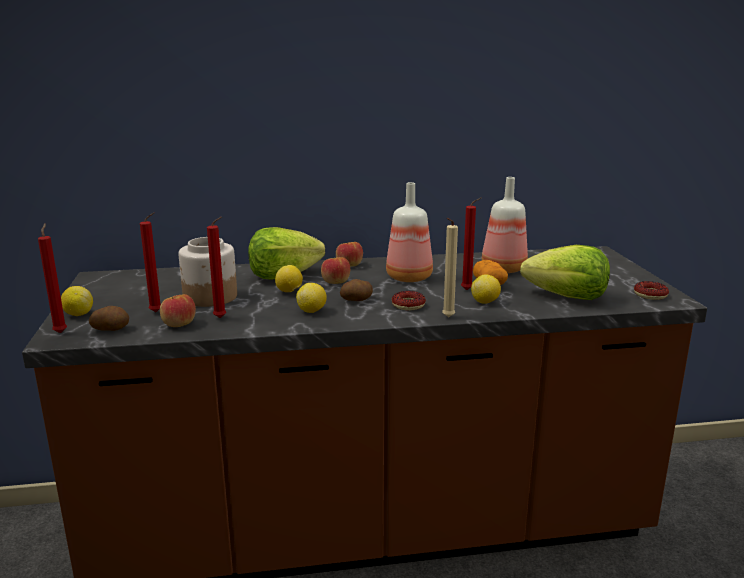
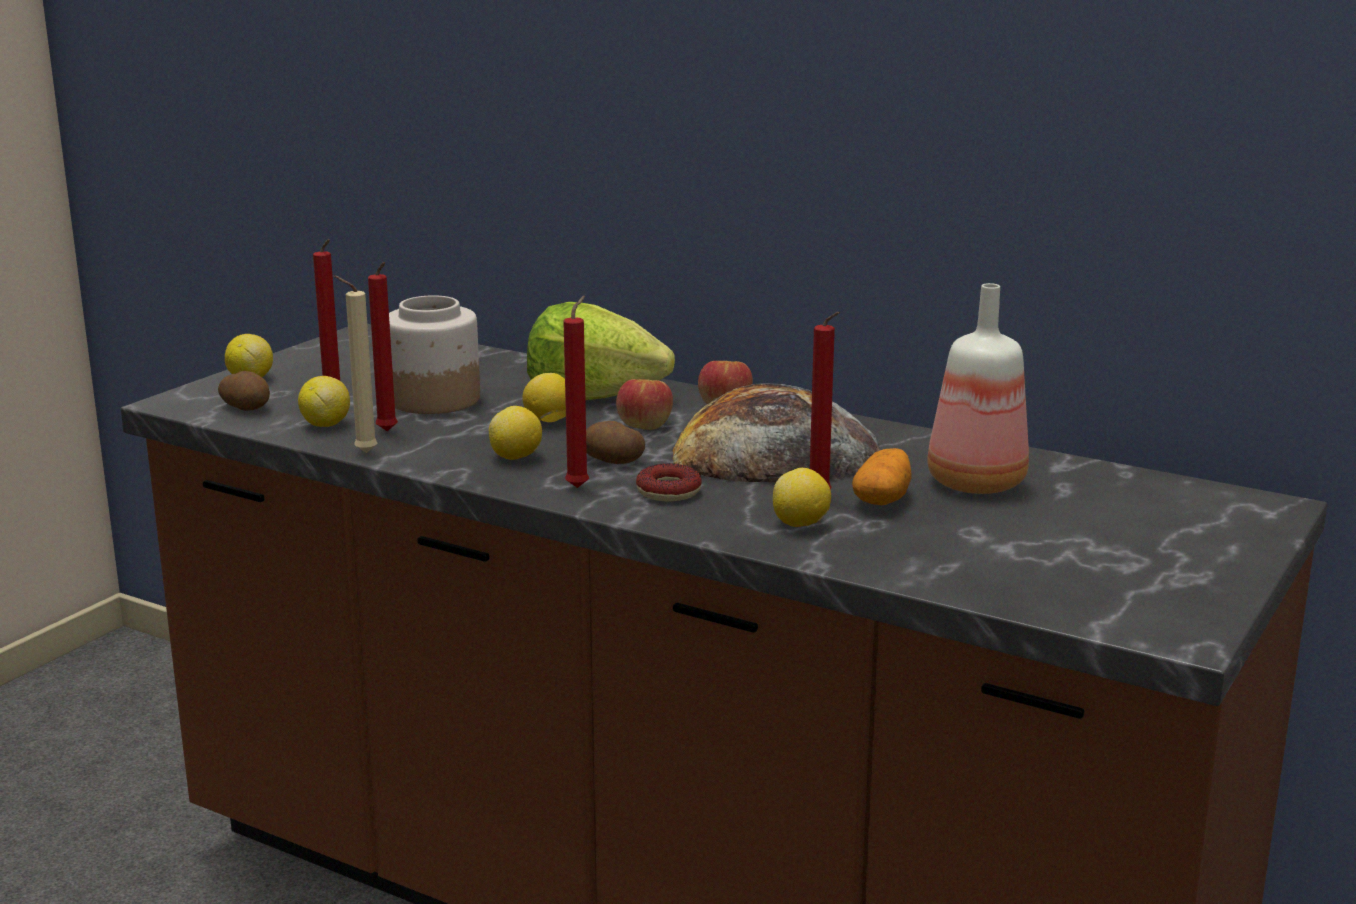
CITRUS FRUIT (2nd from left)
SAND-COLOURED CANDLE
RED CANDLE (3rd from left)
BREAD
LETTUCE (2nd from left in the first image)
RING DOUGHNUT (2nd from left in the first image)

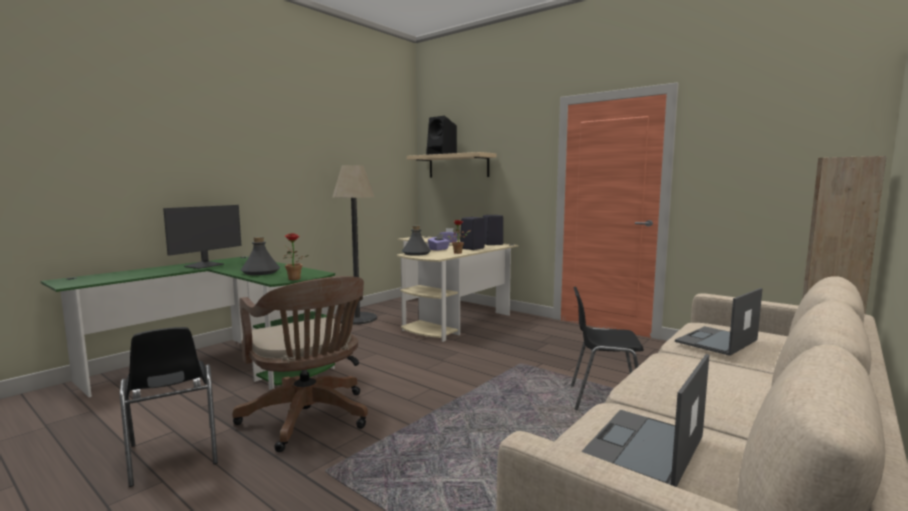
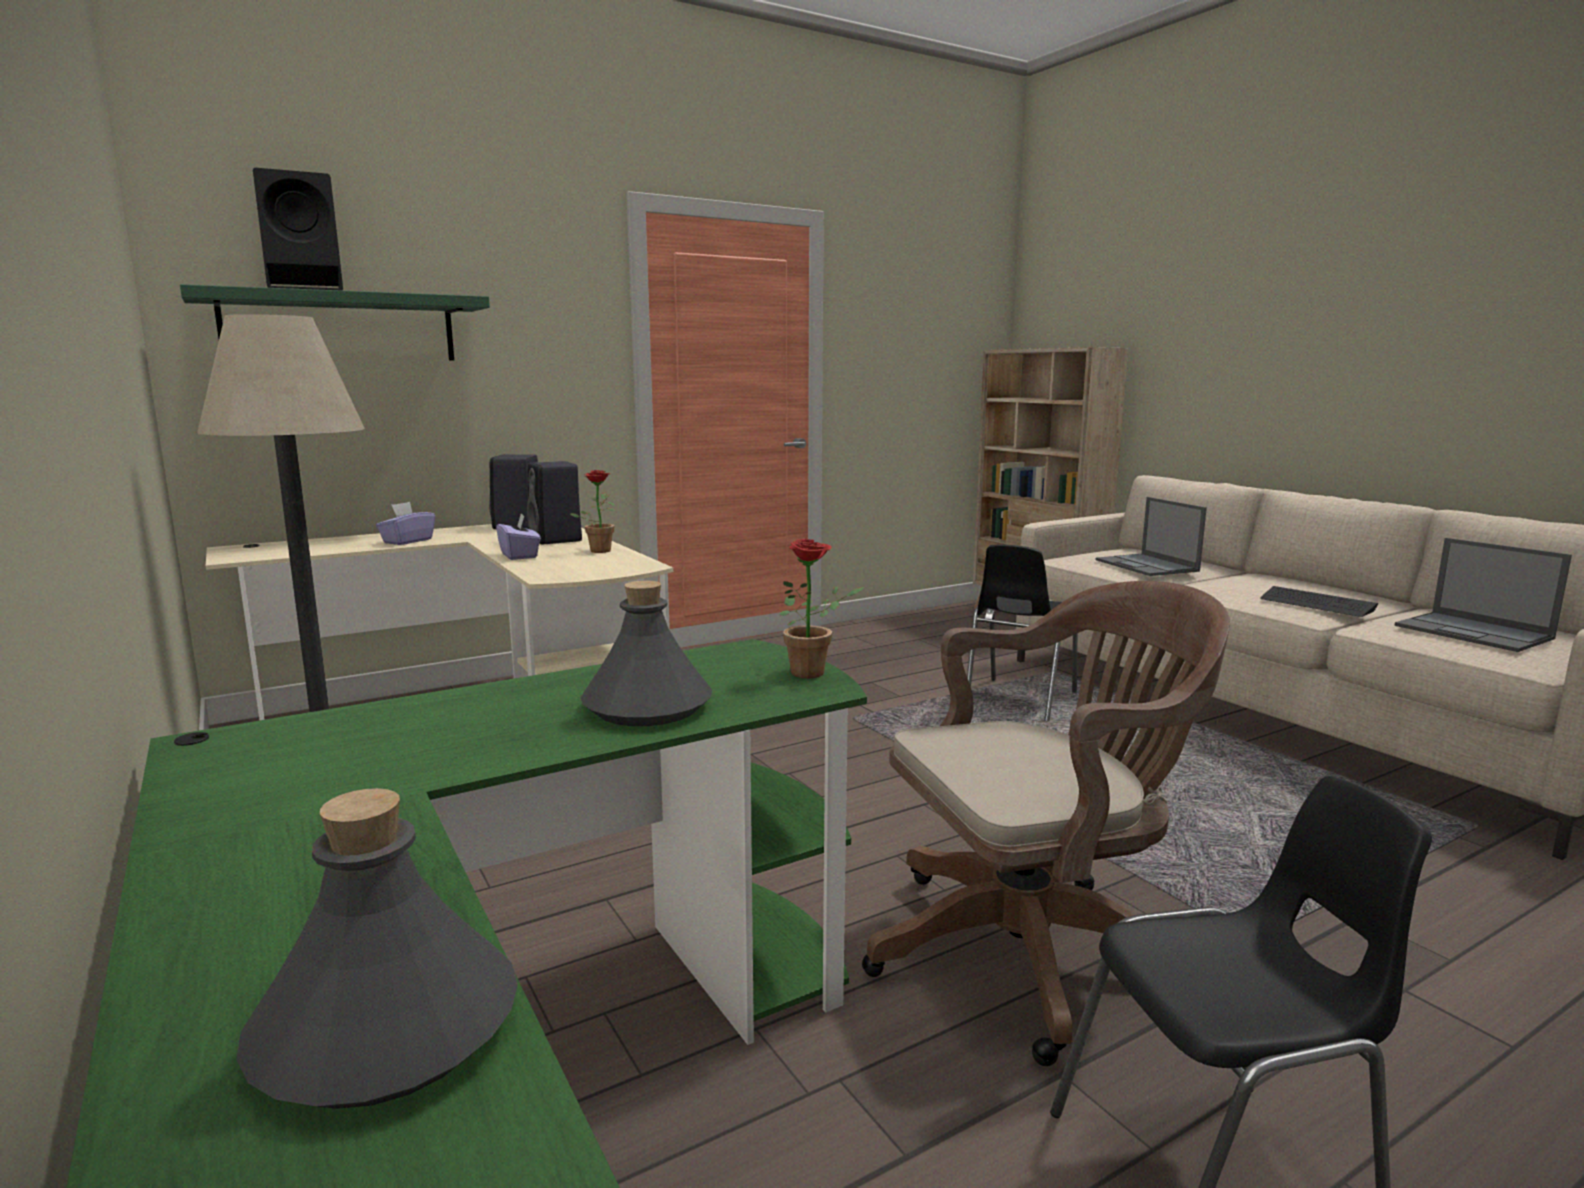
GREEN-COLOURED WALL SHELF
GREYISH BOTTLE (1st from left)
COMPUTER KEYBOARD
COMPUTER SCREEN

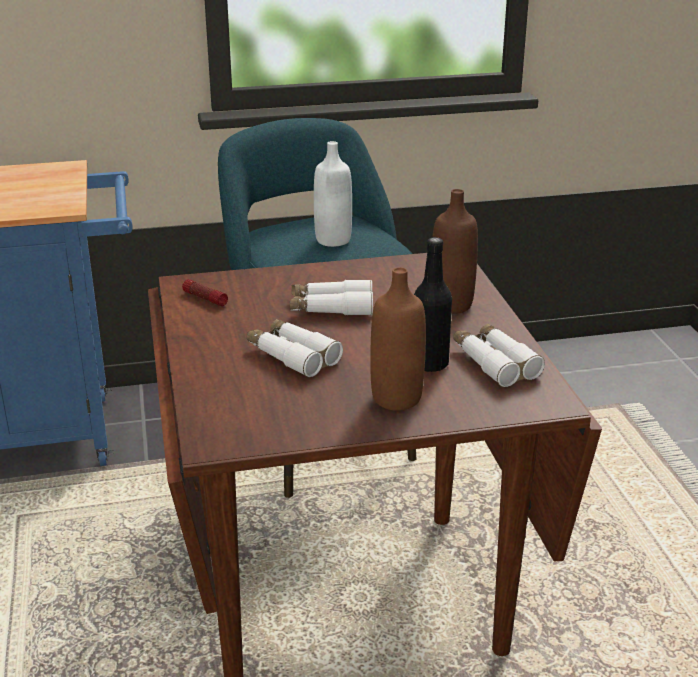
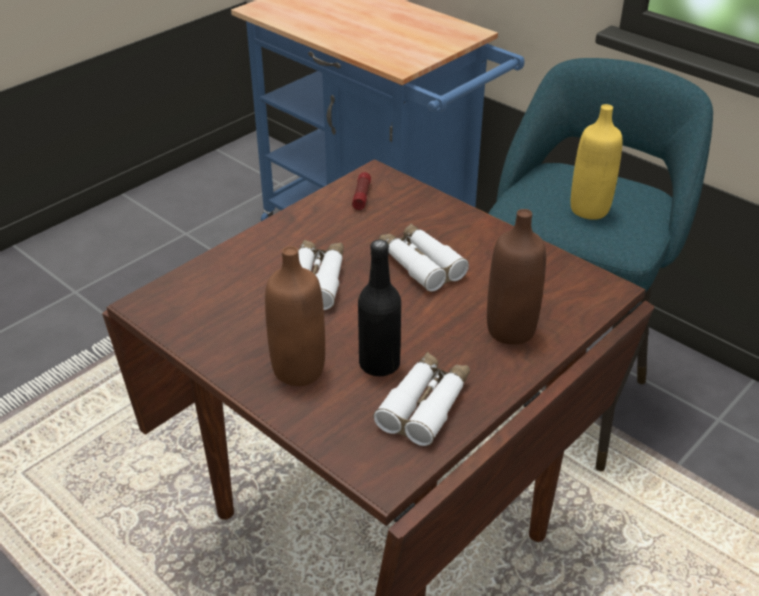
YELLOW-COLOURED BOTTLE

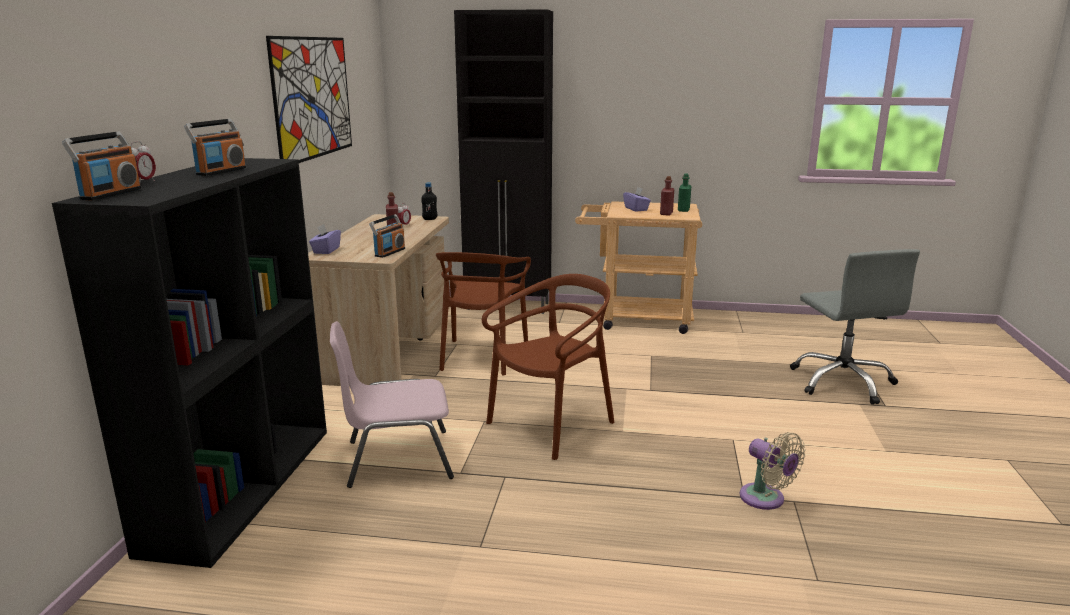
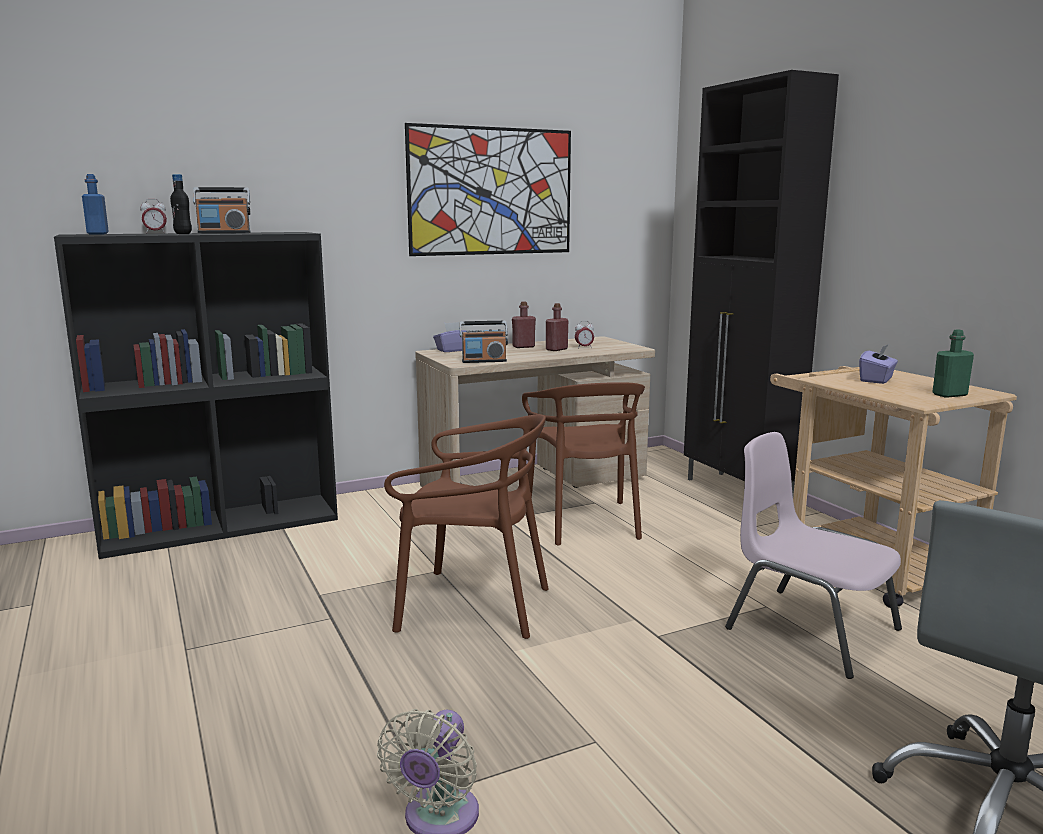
BLUISH BOTTLE
BLACK BOTTLE
RED BOTTLE (1st from left)
BROWN UPRIGHT CHAIR (2nd from left)
PINK UPRIGHT CHAIR

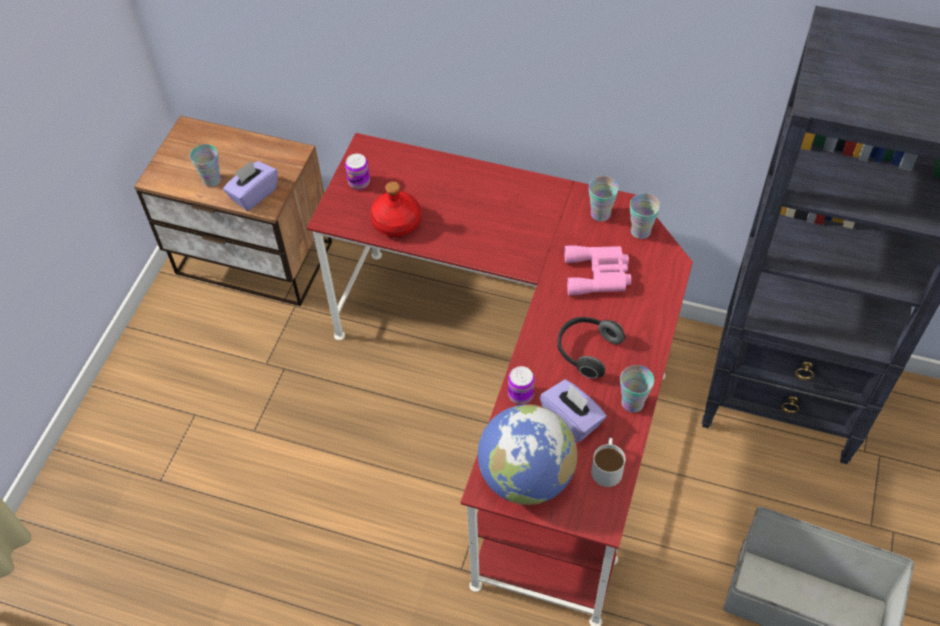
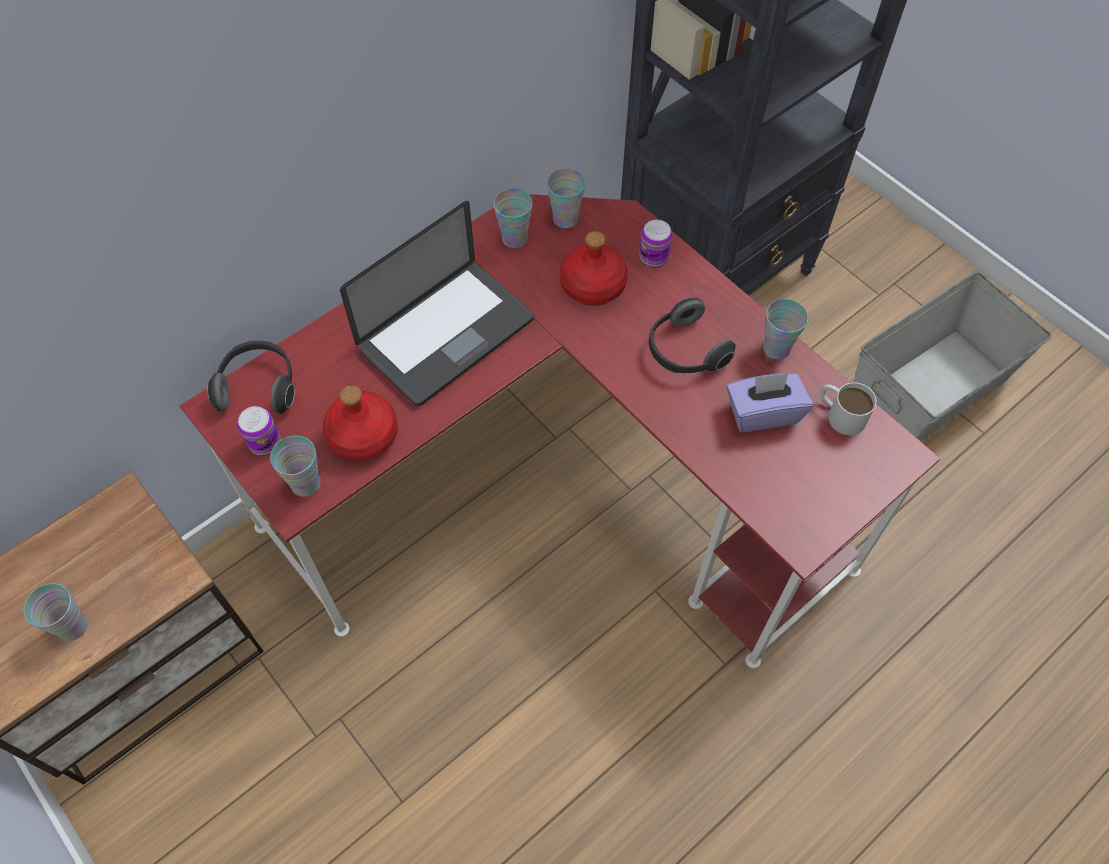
HEADSET (1st from left)
CUP (2nd from left)
PORTABLE COMPUTER
RED BOTTLE (2nd from left)
CAN (2nd from left)
PURPLISH TISSUE BOX (1st from left in the first image)
DESK GLOBE

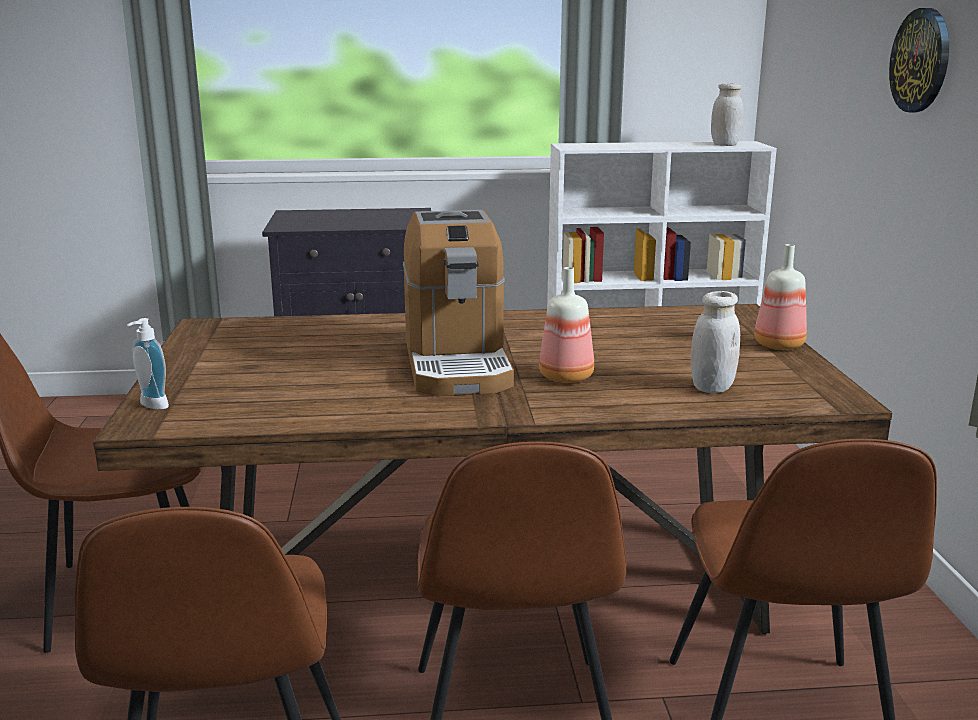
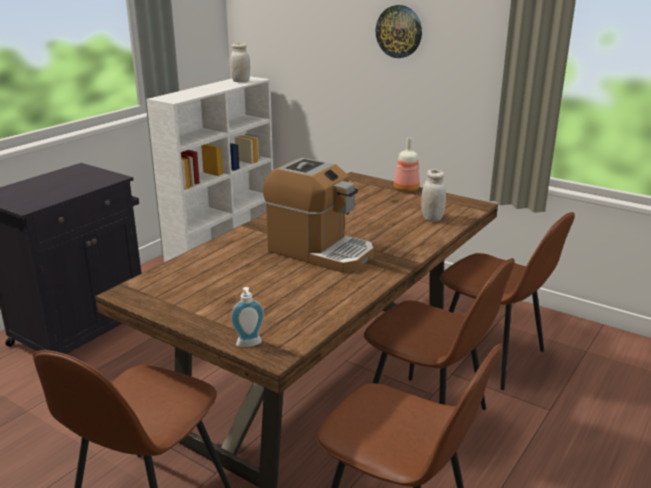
BOTTLE (1st from left in the first image)

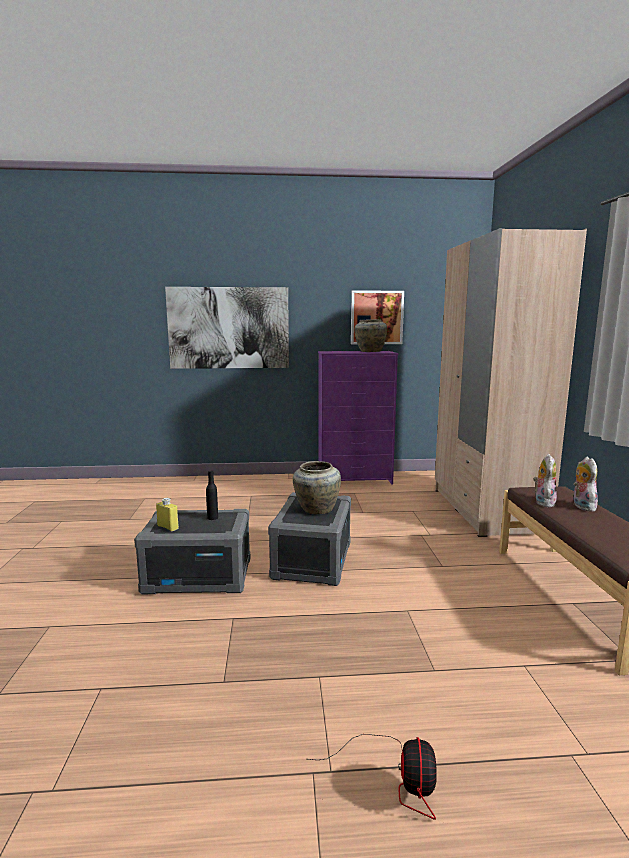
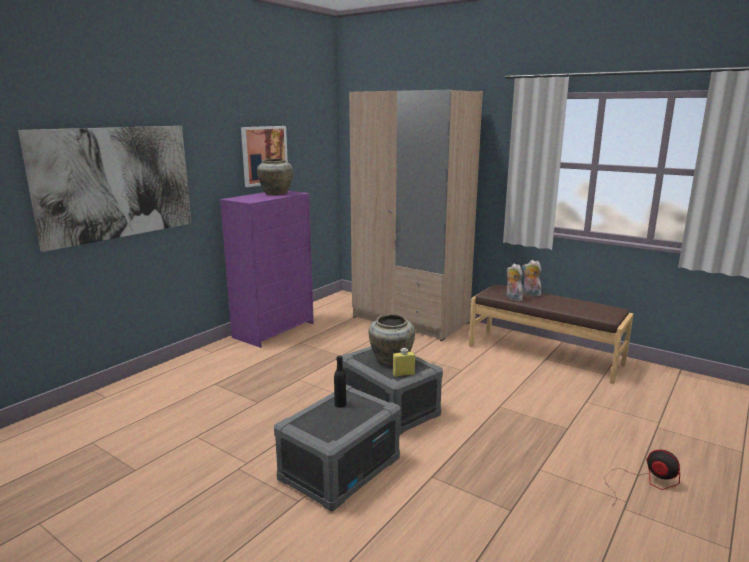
YELLOW-COLOURED BOTTLE

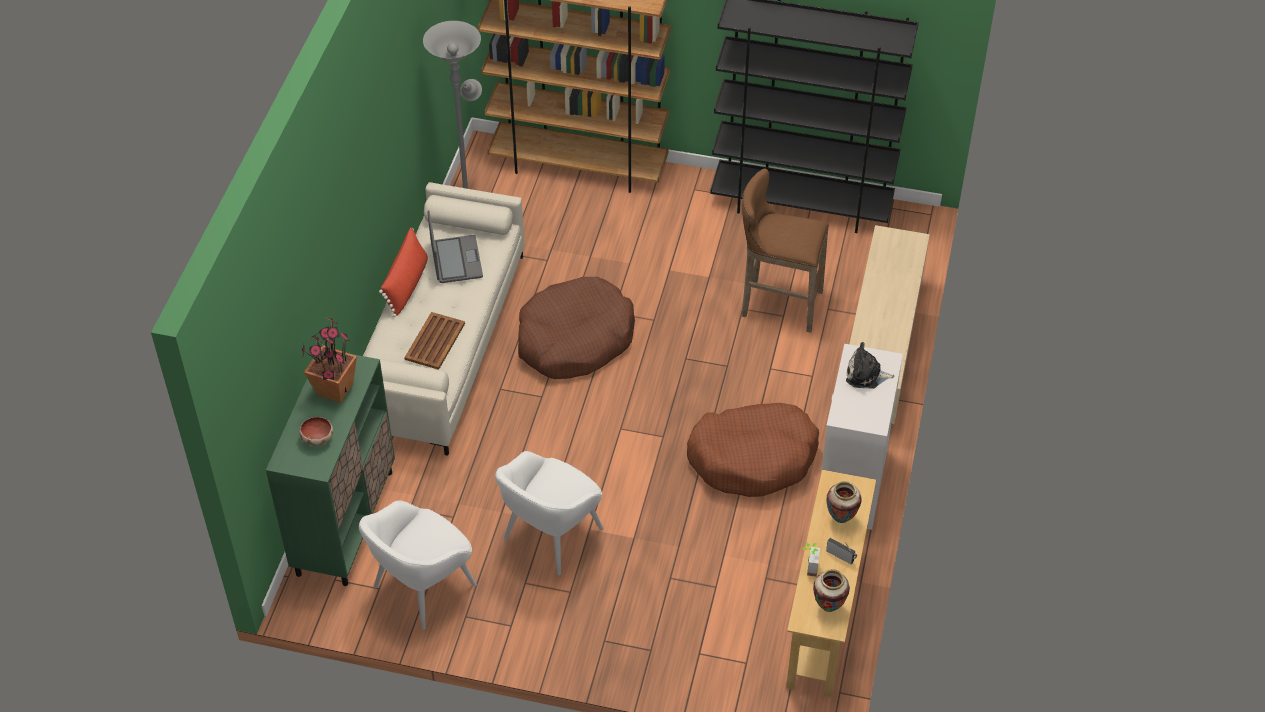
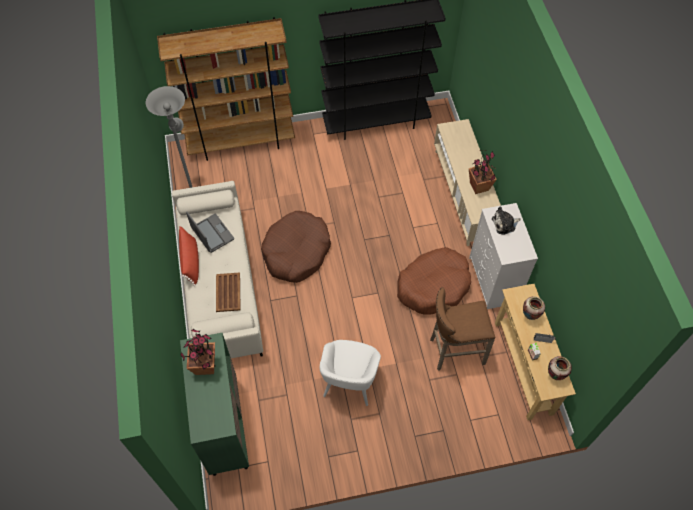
BROWN STOOL SEAT
PLANT IN A POT (2nd from left)
BOWL
WHITISH LOUNGE CHAIR (1st from left in the first image)

